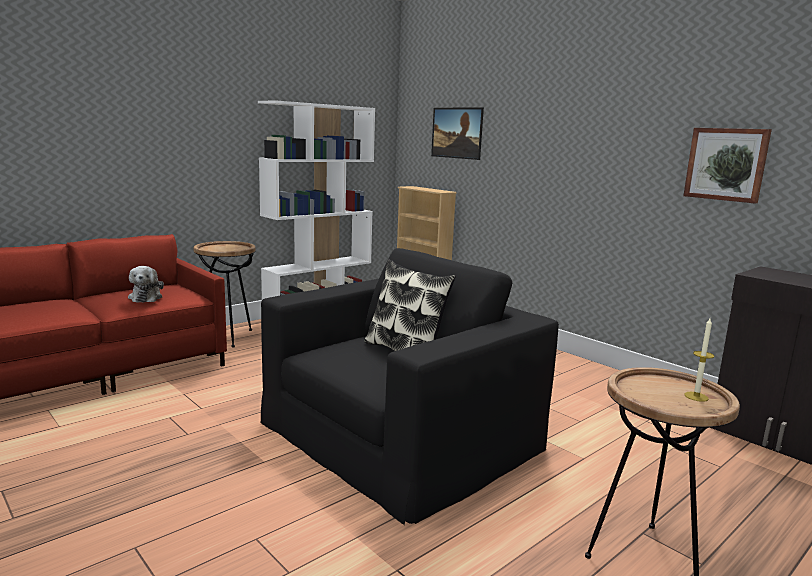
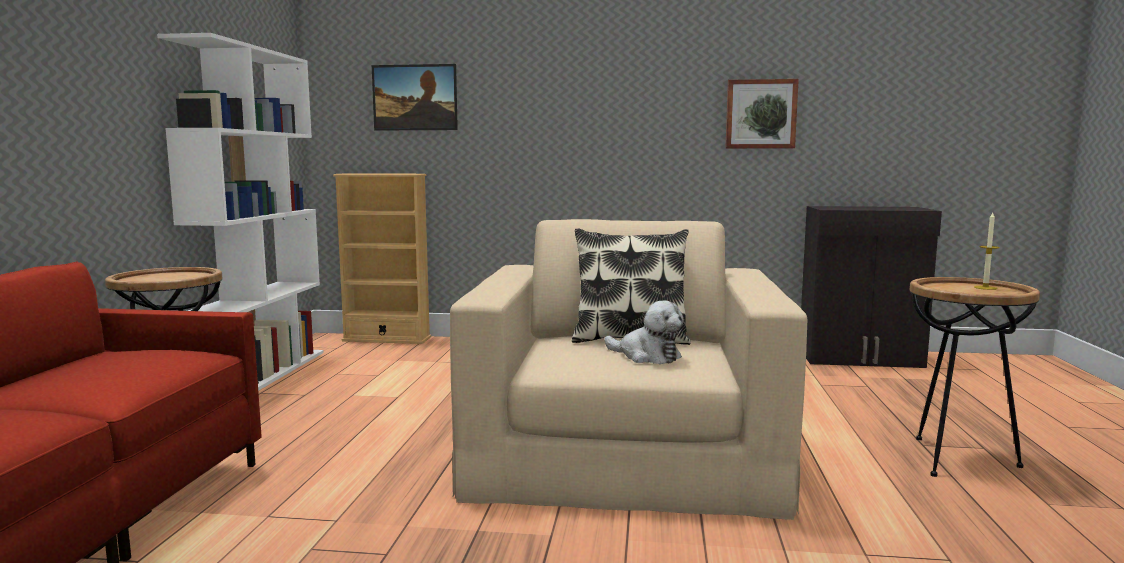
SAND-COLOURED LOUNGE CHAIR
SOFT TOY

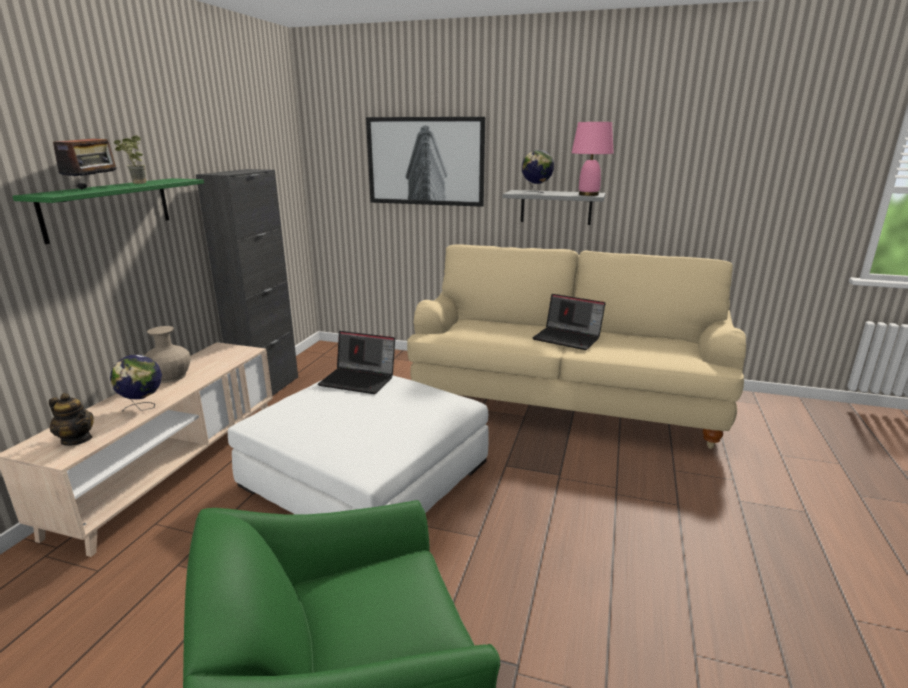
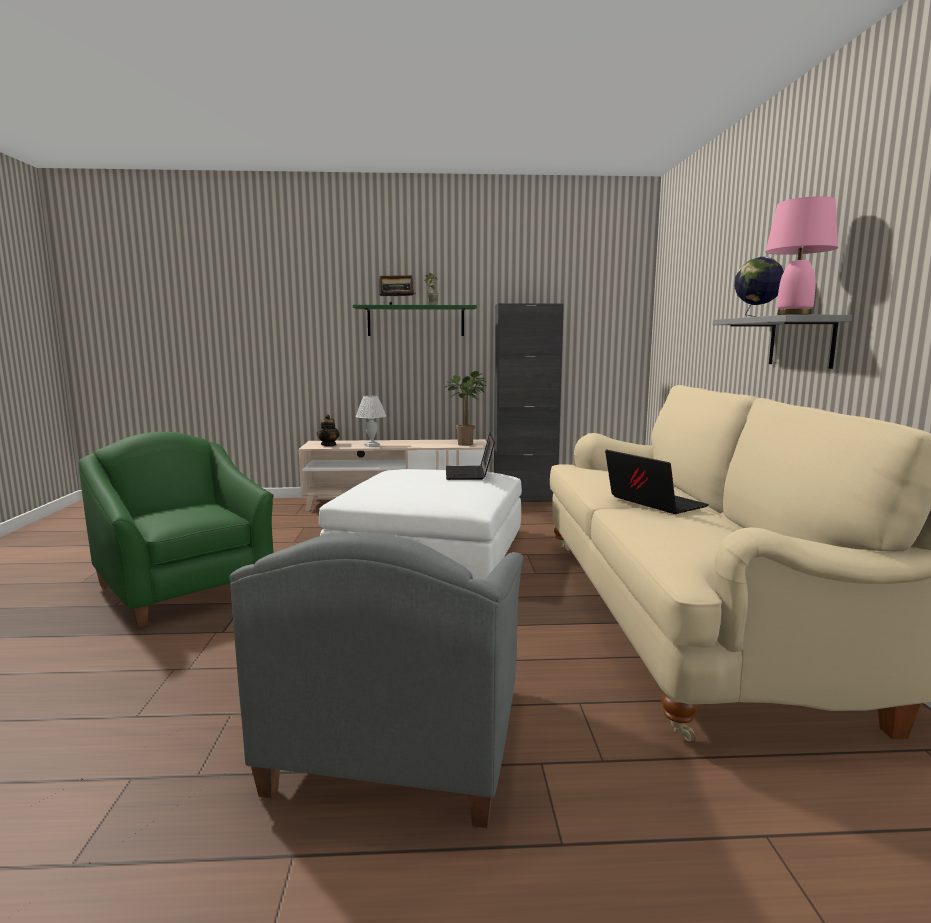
GREYISH LOUNGE CHAIR
WHITISH TABLETOP LAMP
PLANT IN A POT (2nd from left)
PORTABLE COMPUTER (2nd from left)
SAND-COLOURED VASE
WALL PICTURE

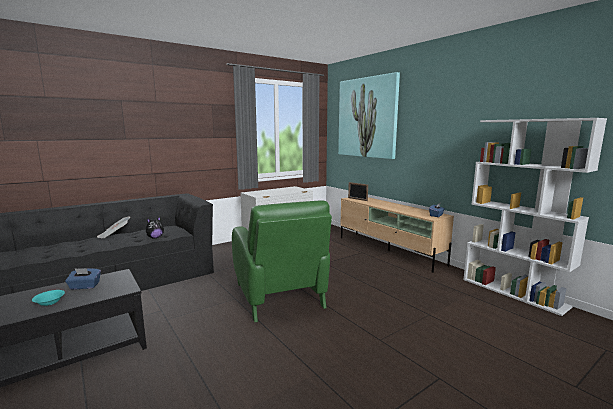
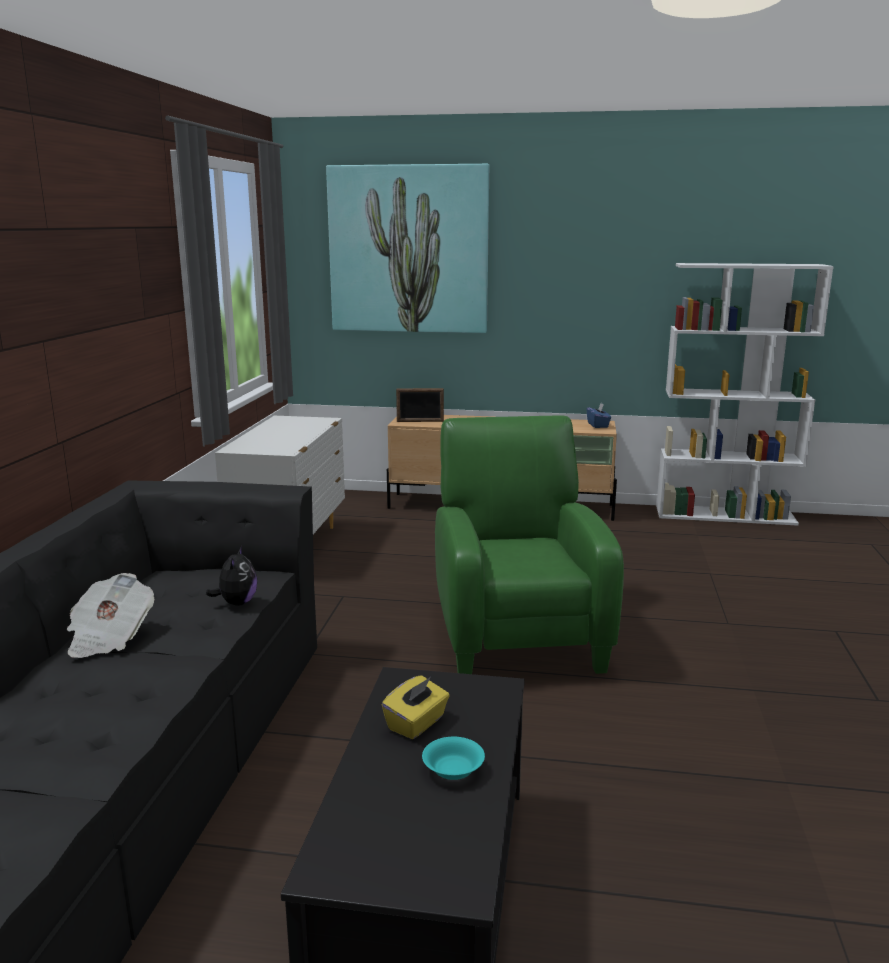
YELLOW-COLOURED TISSUE BOX
GREEN-COLOURED LOUNGE CHAIR

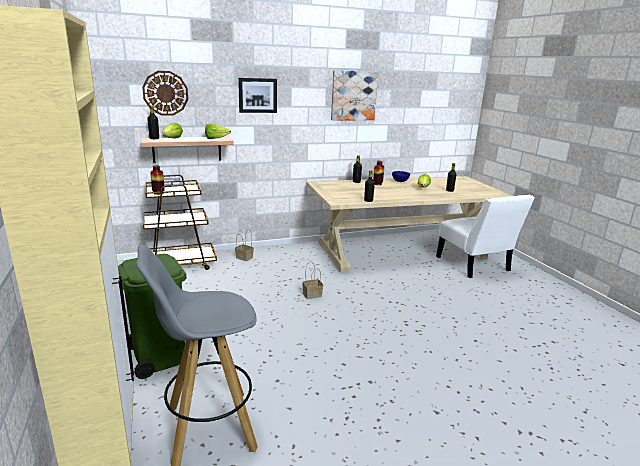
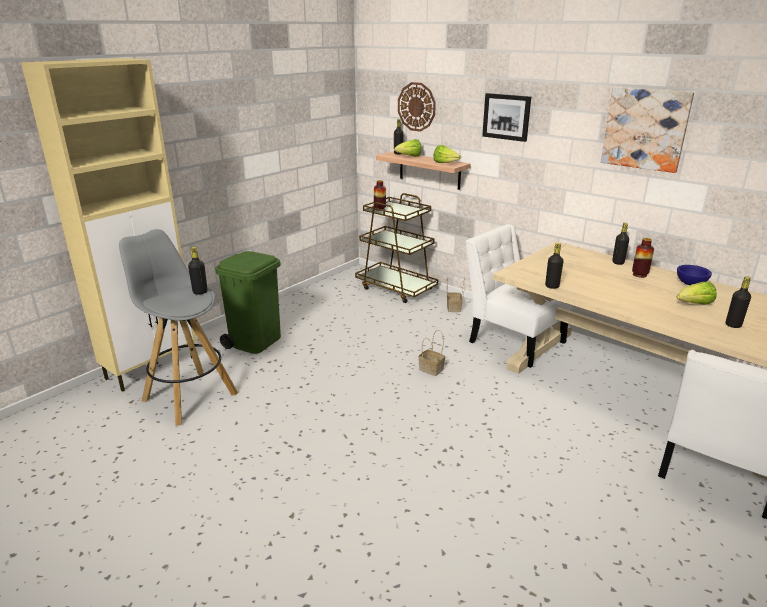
BLACK BOTTLE (1st from left)
WHITISH UPRIGHT CHAIR (1st from left)

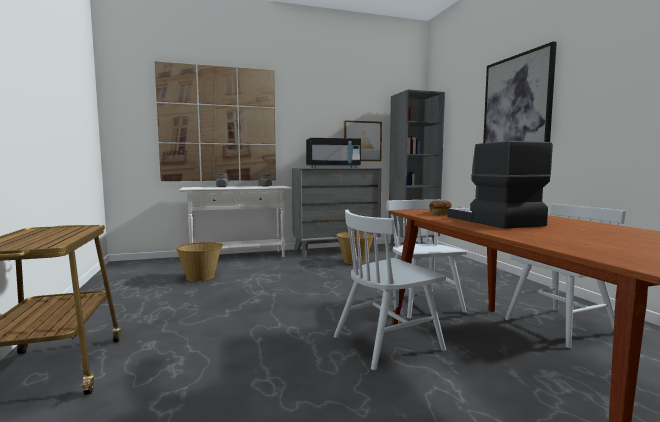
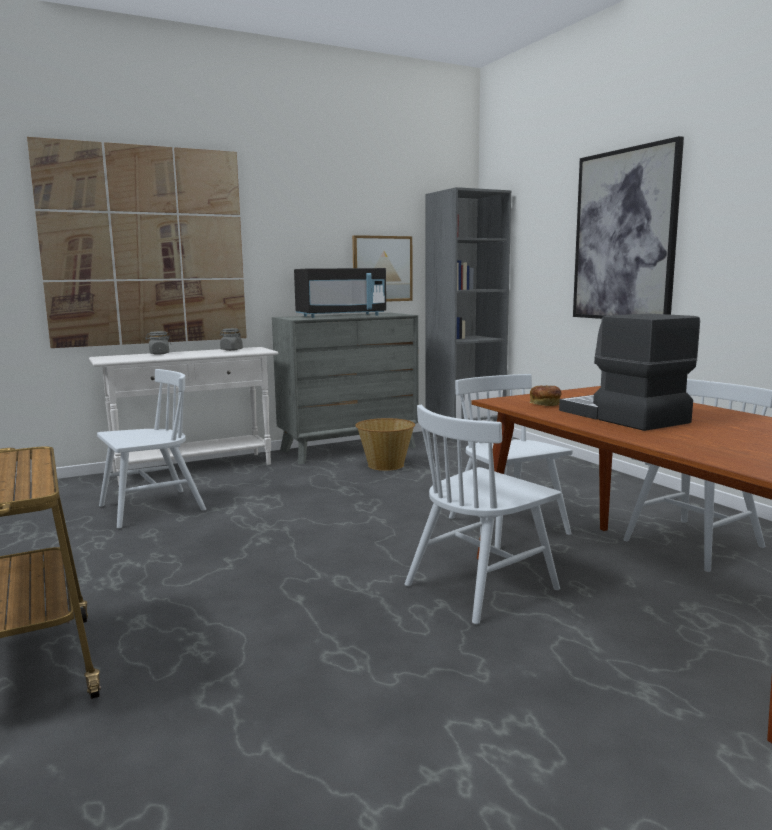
WHITISH UPRIGHT CHAIR (1st from left)

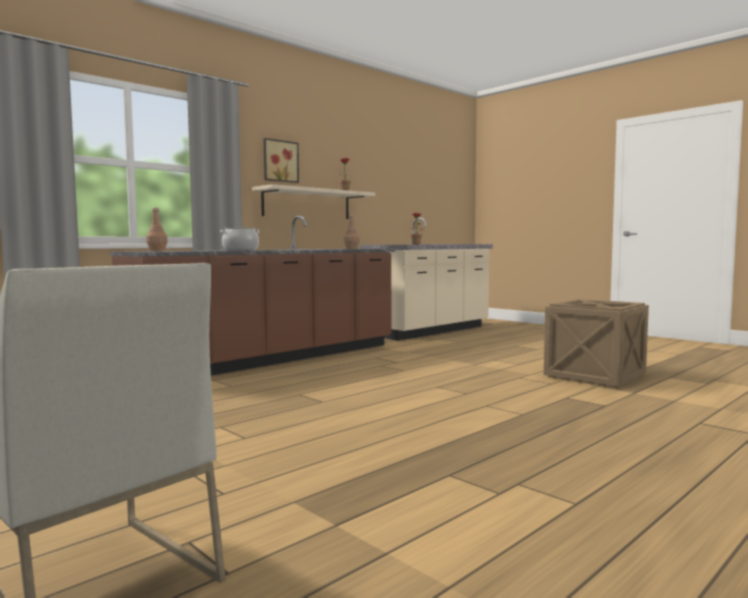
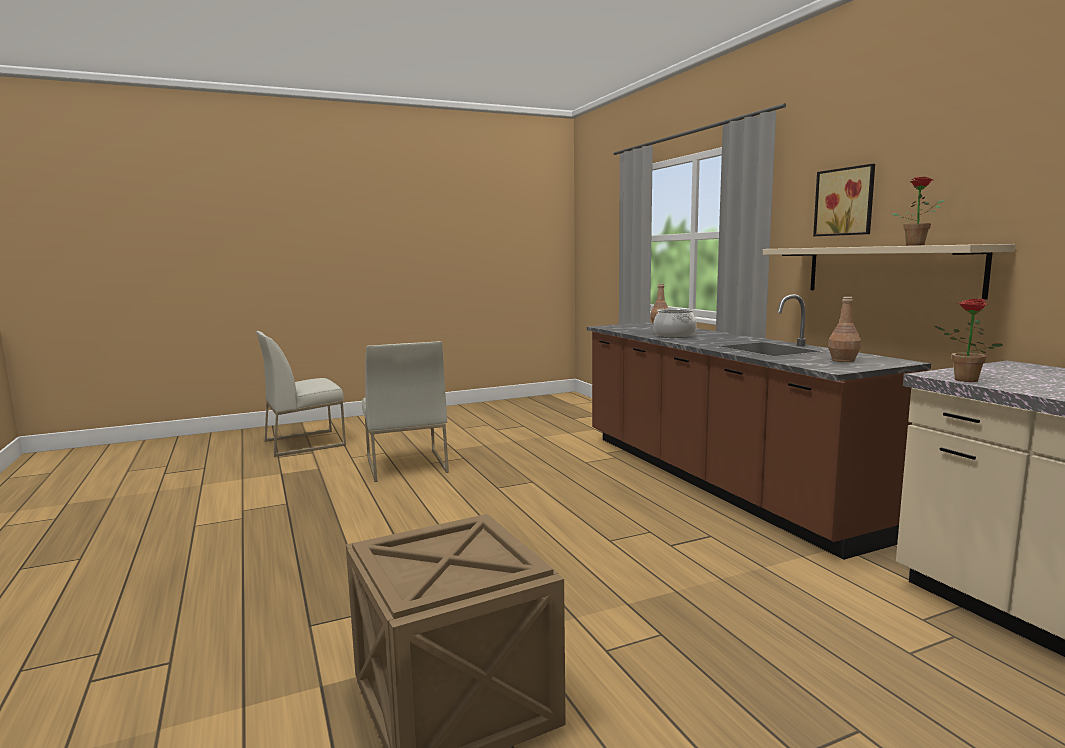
WHITISH UPRIGHT CHAIR (2nd from left)

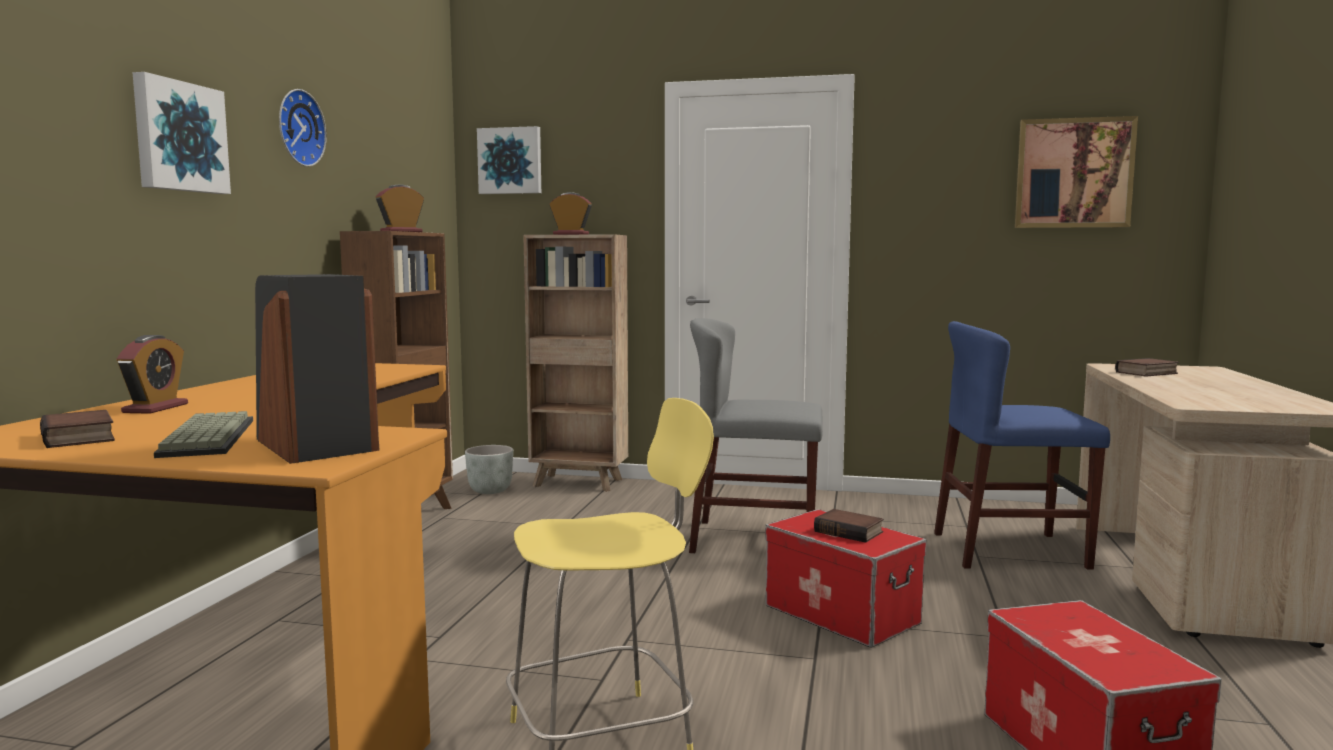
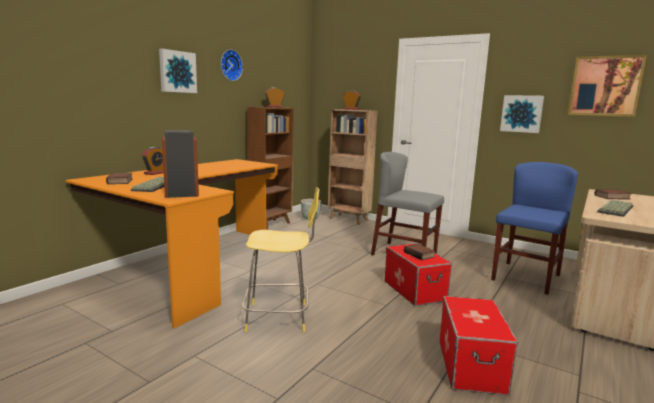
BLUISH UPRIGHT CHAIR
WALL PICTURE (2nd from left)
COMPUTER KEYBOARD (2nd from left)

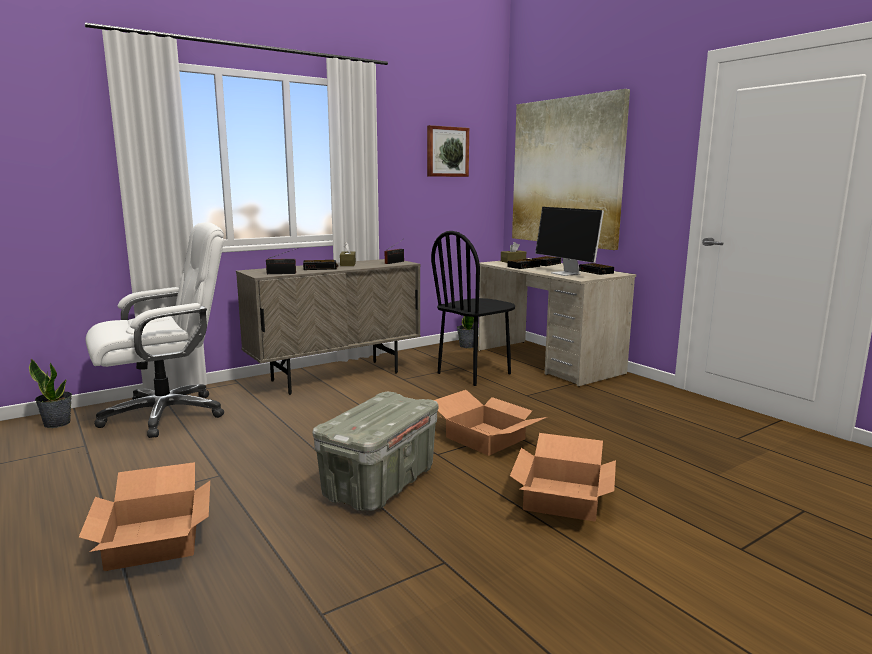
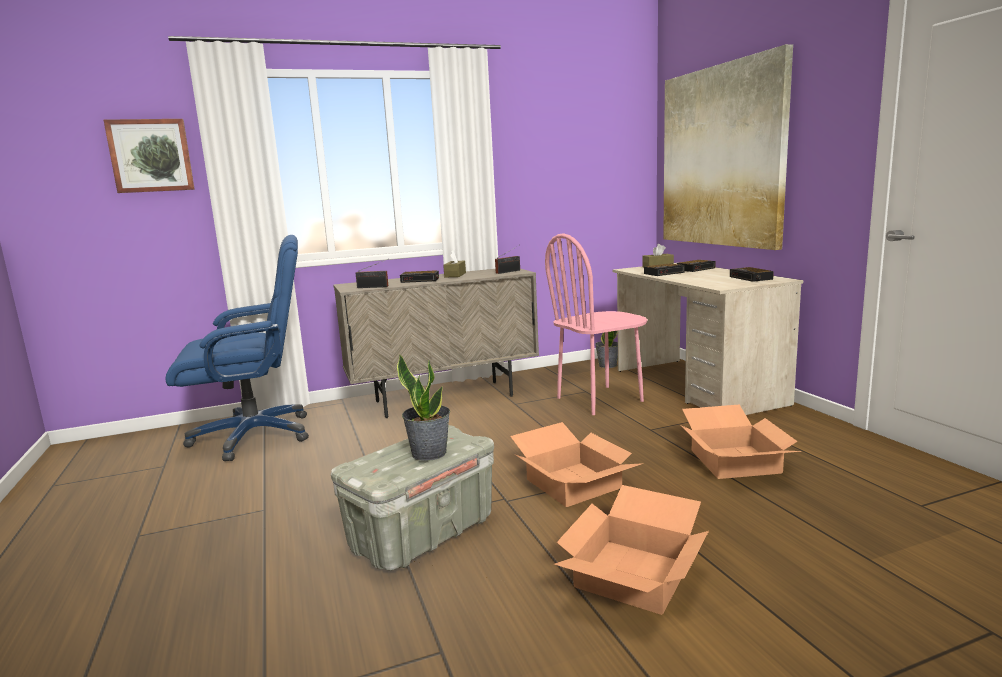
WALL PICTURE (1st from left)
BLUISH OFFICE CHAIR
PLANT IN A POT (1st from left)
PINK UPRIGHT CHAIR
CARDBOARD BOX (3rd from left)
COMPUTER SCREEN

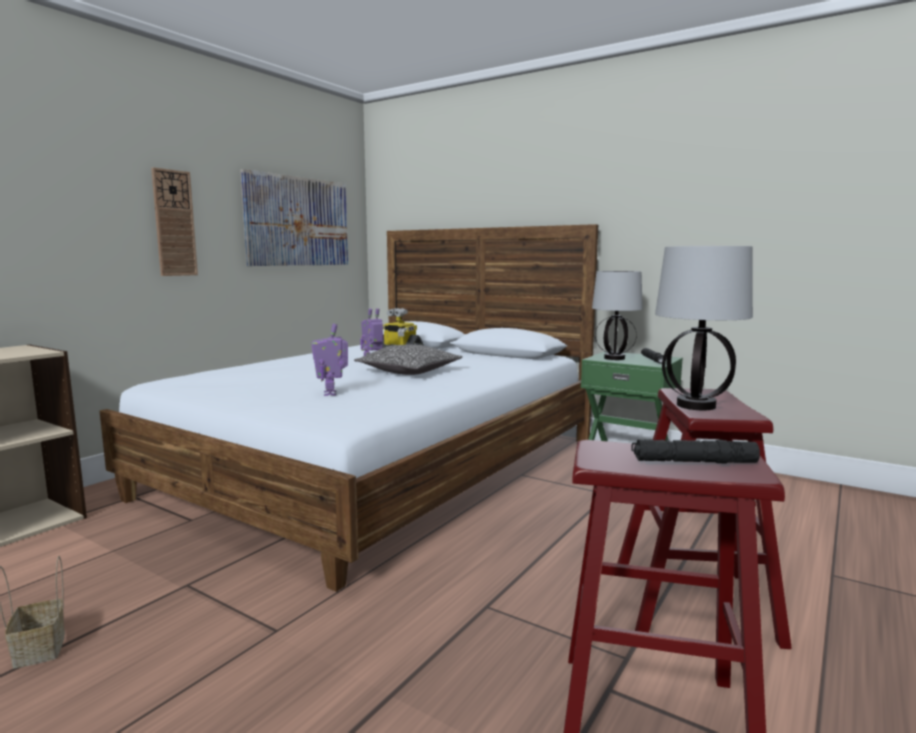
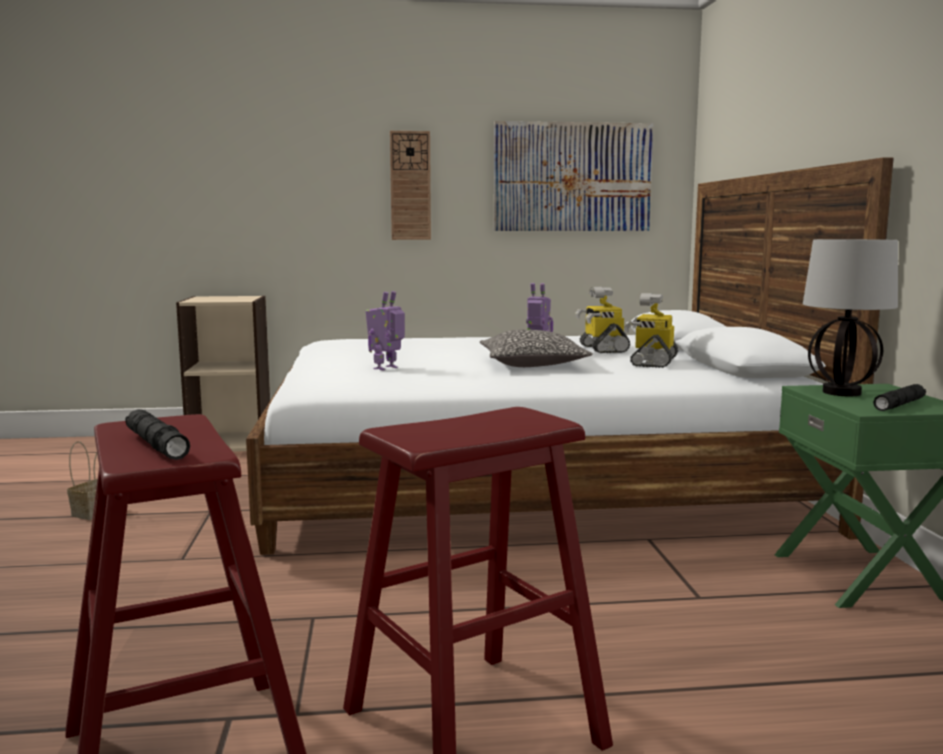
ROBOT FIGURE (4th from left)
TABLETOP LAMP (2nd from left in the first image)

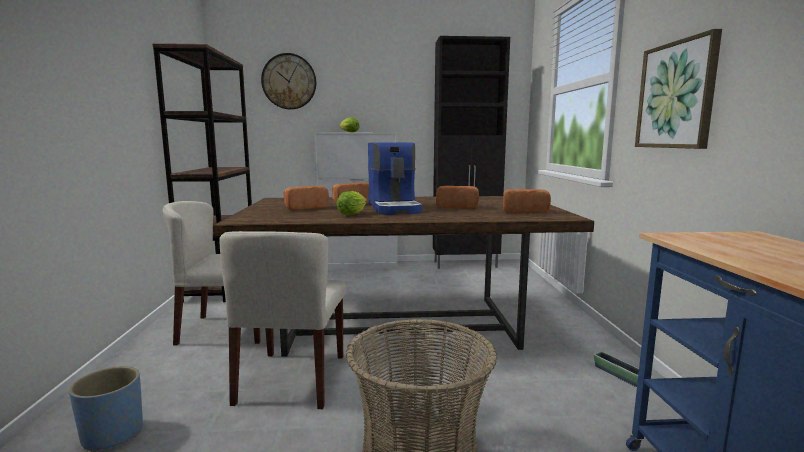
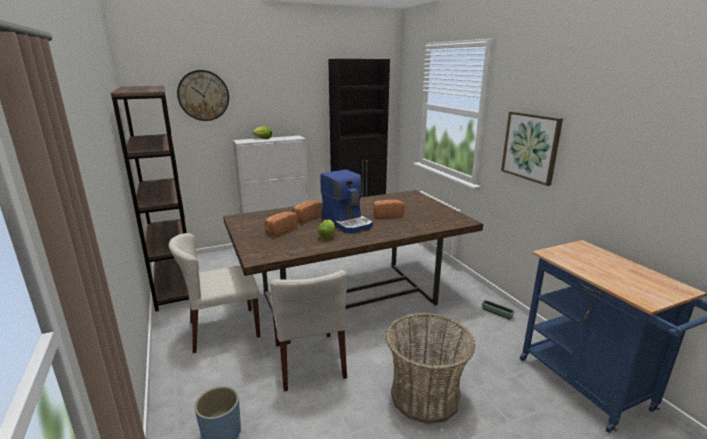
BREAD (4th from left in the first image)

